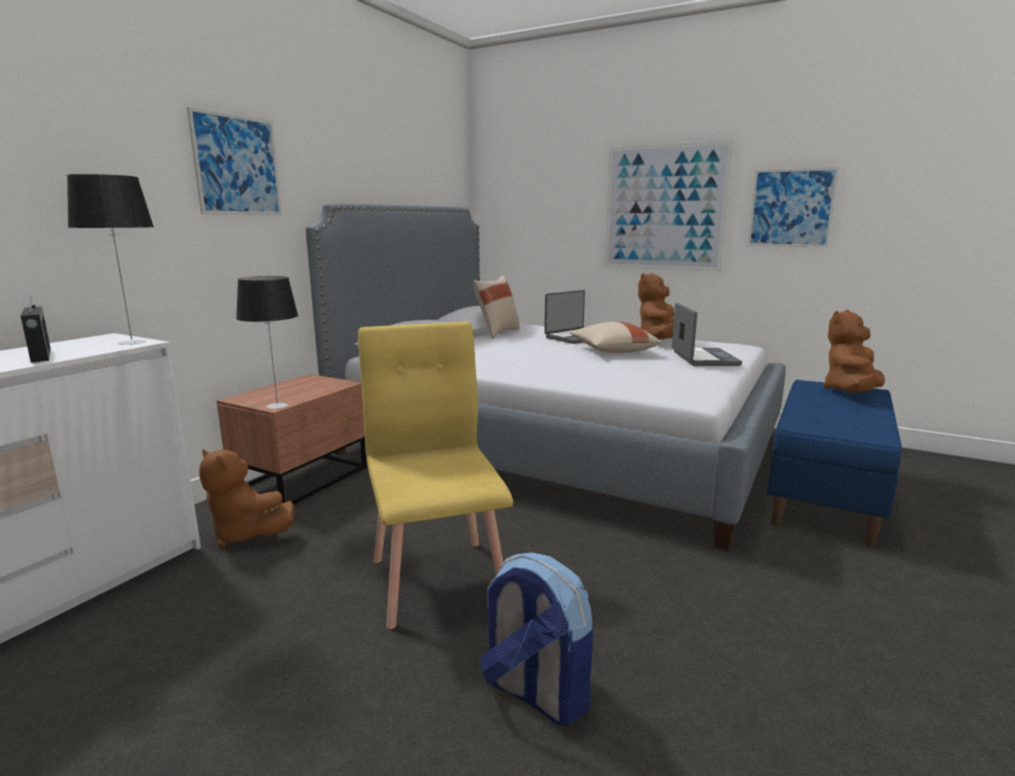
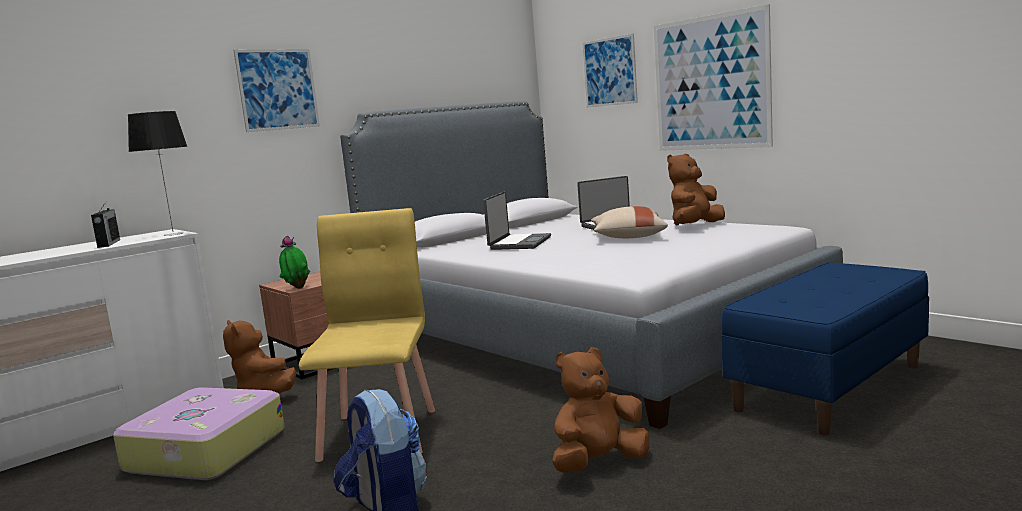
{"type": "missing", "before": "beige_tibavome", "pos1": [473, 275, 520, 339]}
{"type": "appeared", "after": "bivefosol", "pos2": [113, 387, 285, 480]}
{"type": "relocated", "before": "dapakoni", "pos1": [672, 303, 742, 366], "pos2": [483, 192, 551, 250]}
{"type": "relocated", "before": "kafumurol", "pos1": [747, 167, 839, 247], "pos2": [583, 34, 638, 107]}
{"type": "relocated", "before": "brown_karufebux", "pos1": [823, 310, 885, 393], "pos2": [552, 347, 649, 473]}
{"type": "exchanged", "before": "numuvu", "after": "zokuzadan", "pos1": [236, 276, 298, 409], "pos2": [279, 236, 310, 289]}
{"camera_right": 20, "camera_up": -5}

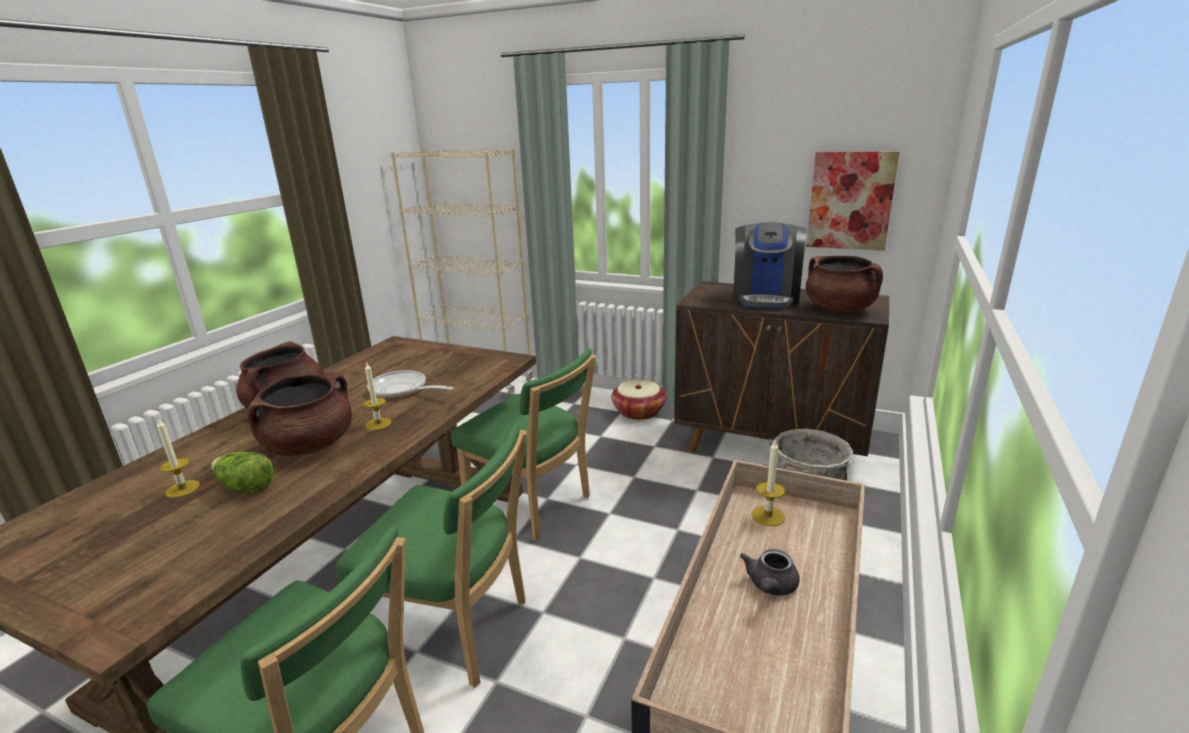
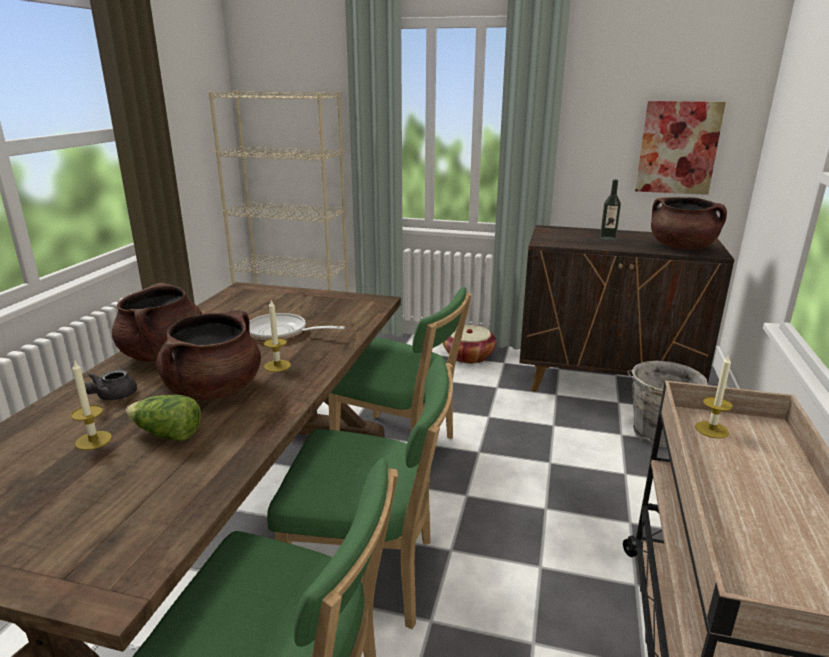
{"type": "relocated", "before": "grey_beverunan", "pos1": [740, 549, 800, 596], "pos2": [85, 369, 137, 400]}
{"type": "exchanged", "before": "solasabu", "after": "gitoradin", "pos1": [733, 222, 807, 309], "pos2": [600, 179, 621, 241]}
{"camera_right": -10, "camera_up": 0}

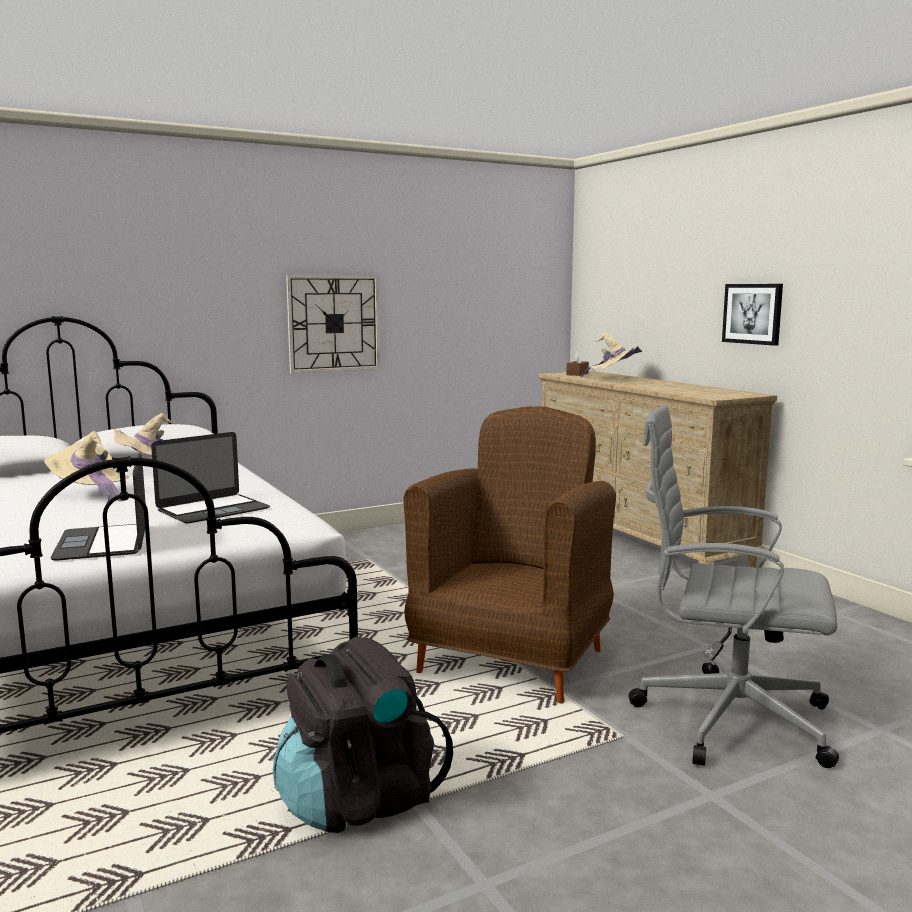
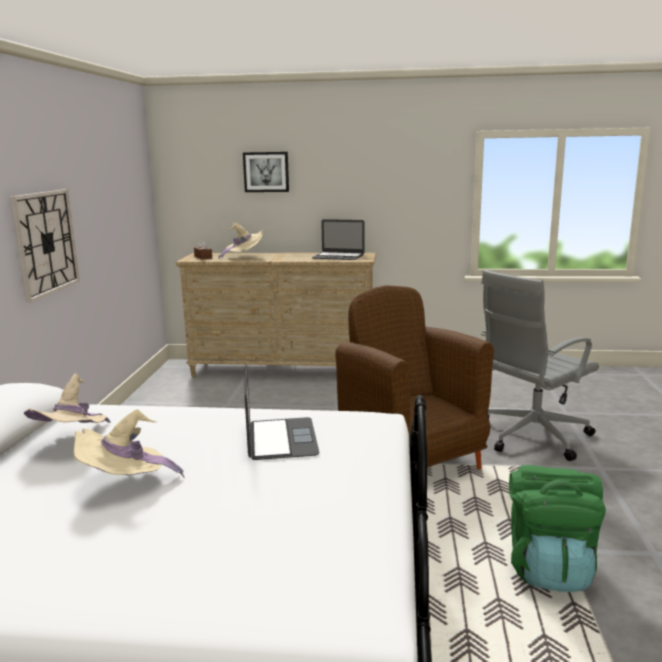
{"type": "relocated", "before": "dapakoni", "pos1": [50, 453, 146, 561], "pos2": [312, 219, 365, 260]}
{"type": "relocated", "before": "kafumurol", "pos1": [722, 284, 783, 346], "pos2": [243, 152, 289, 192]}
{"type": "colour", "before": "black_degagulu", "after": "green_degagulu", "pos1": [273, 637, 453, 833], "pos2": [509, 465, 606, 592]}
{"camera_right": -55, "camera_up": 5}

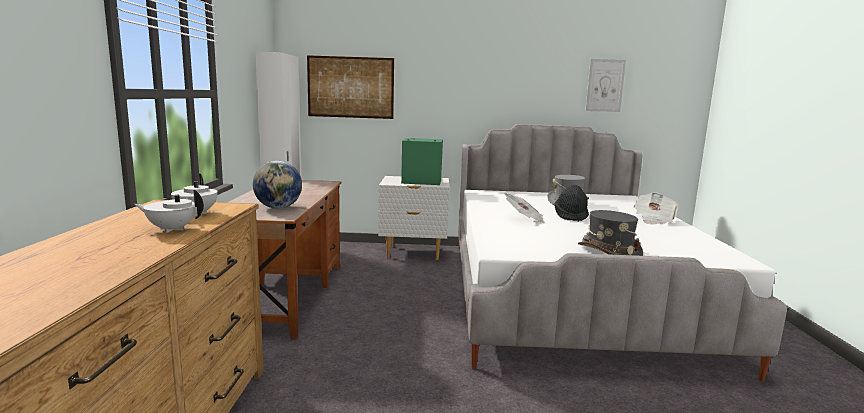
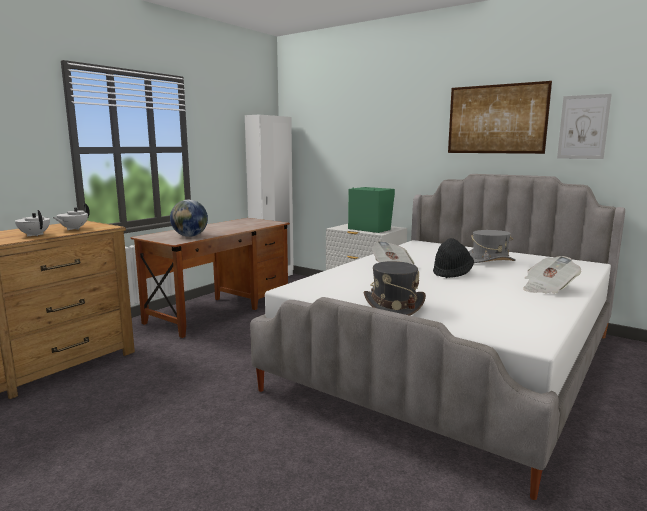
{"type": "relocated", "before": "kafumurol", "pos1": [307, 55, 394, 119], "pos2": [448, 81, 552, 154]}
{"camera_right": 35, "camera_up": 0}

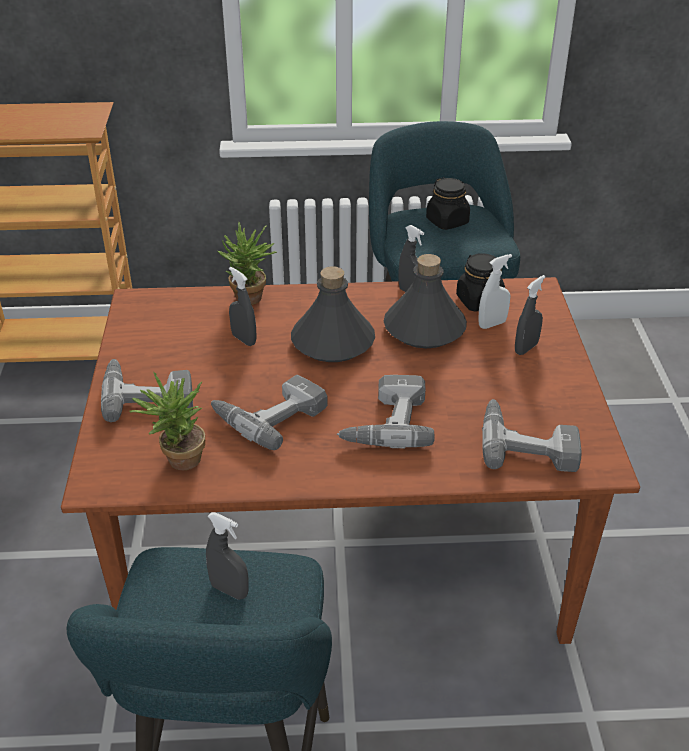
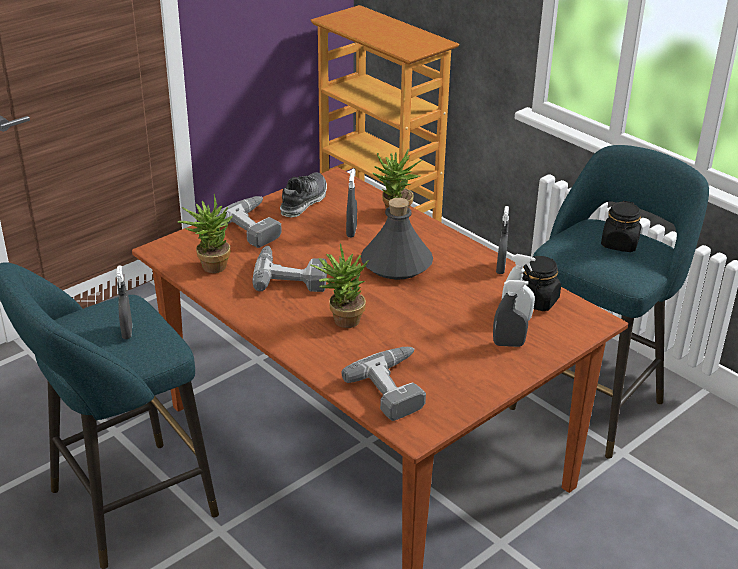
{"type": "missing", "before": "grey_gitoradin", "pos1": [384, 254, 467, 348]}
{"type": "appeared", "after": "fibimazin", "pos2": [280, 172, 327, 217]}
{"type": "exchanged", "before": "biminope", "after": "zokuzadan", "pos1": [337, 375, 435, 448], "pos2": [311, 244, 369, 328]}
{"camera_right": 50, "camera_up": -5}

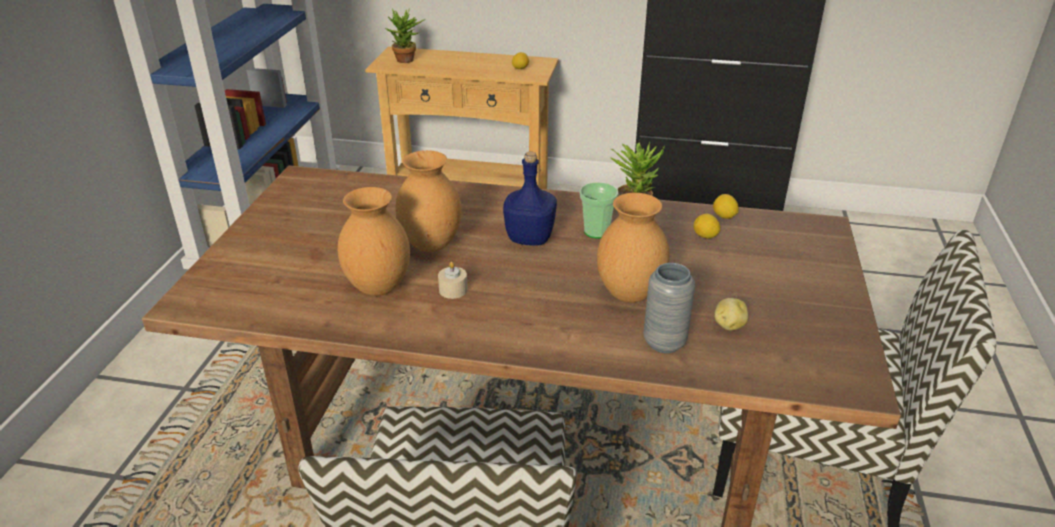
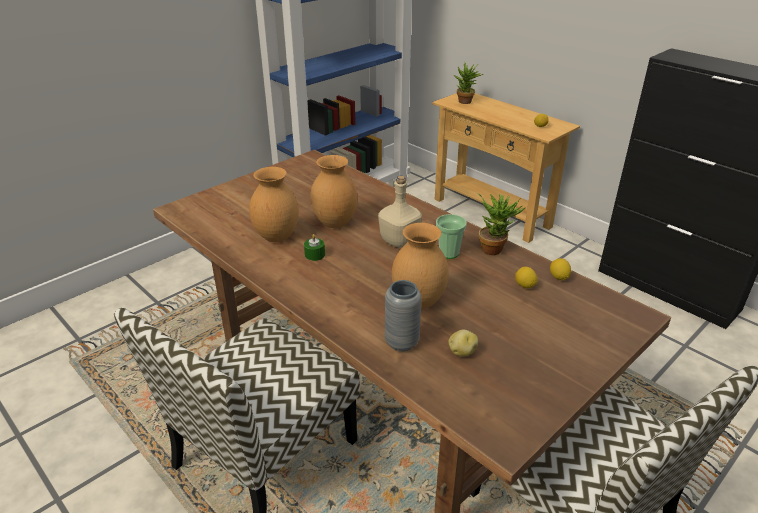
{"type": "colour", "before": "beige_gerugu", "after": "green_gerugu", "pos1": [438, 261, 468, 299], "pos2": [304, 234, 325, 261]}
{"type": "colour", "before": "blue_gitoradin", "after": "beige_gitoradin", "pos1": [503, 151, 557, 246], "pos2": [378, 176, 422, 248]}
{"camera_right": 35, "camera_up": 0}

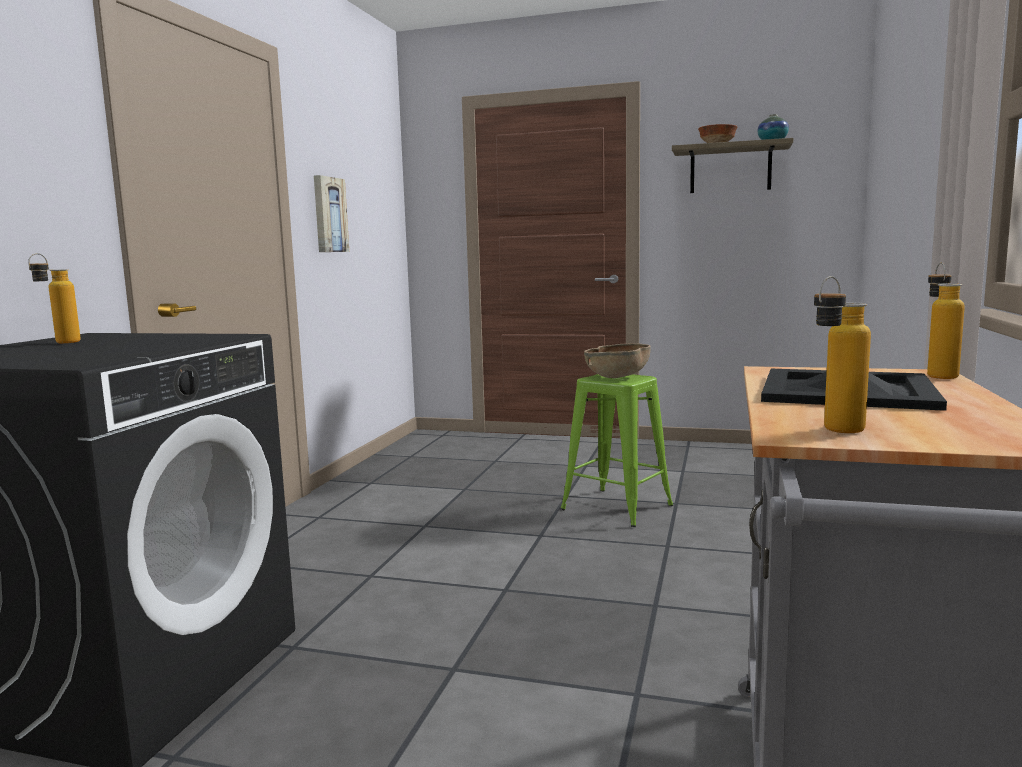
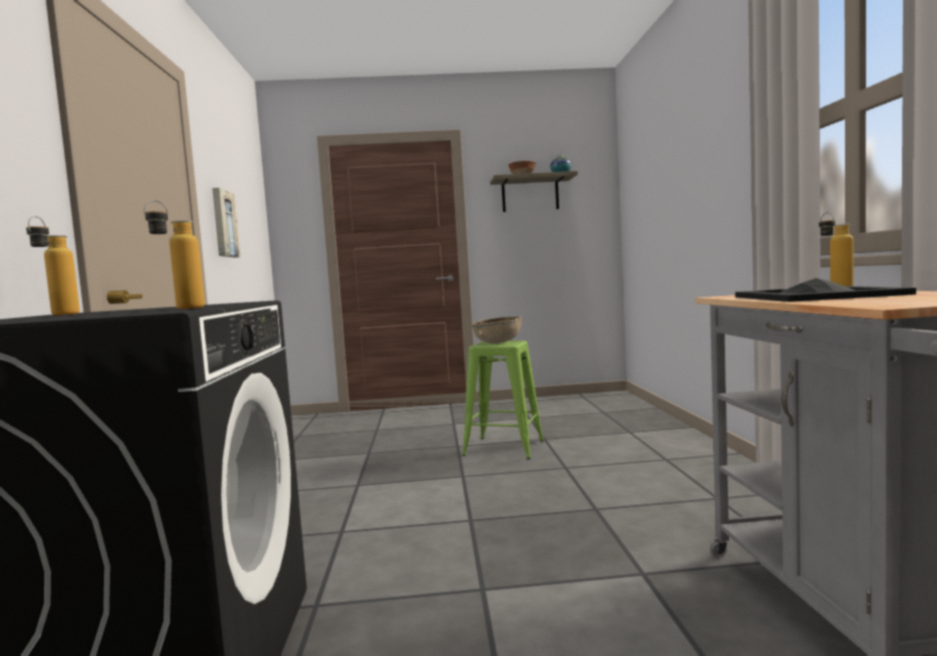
{"type": "relocated", "before": "gitoradin", "pos1": [814, 276, 871, 433], "pos2": [144, 200, 205, 309]}
{"camera_right": -20, "camera_up": -5}

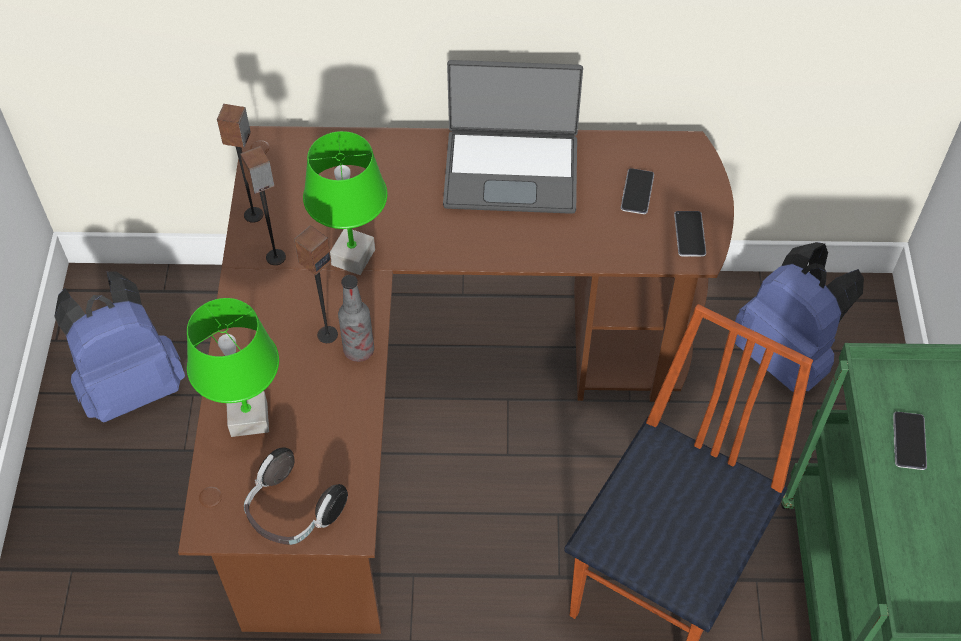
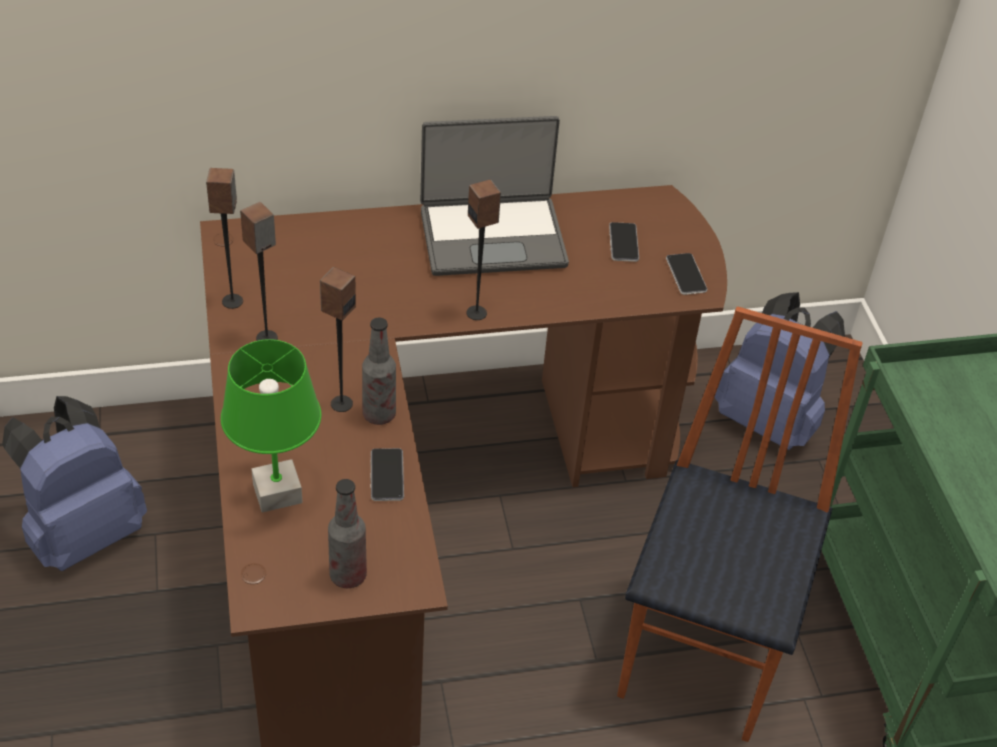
{"type": "missing", "before": "green_numuvu", "pos1": [303, 131, 387, 275]}
{"type": "appeared", "after": "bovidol", "pos2": [466, 180, 501, 320]}
{"type": "relocated", "before": "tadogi", "pos1": [893, 412, 927, 470], "pos2": [370, 448, 404, 501]}
{"type": "exchanged", "before": "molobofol", "after": "gitoradin", "pos1": [244, 447, 348, 545], "pos2": [328, 479, 367, 588]}
{"camera_right": -15, "camera_up": -10}

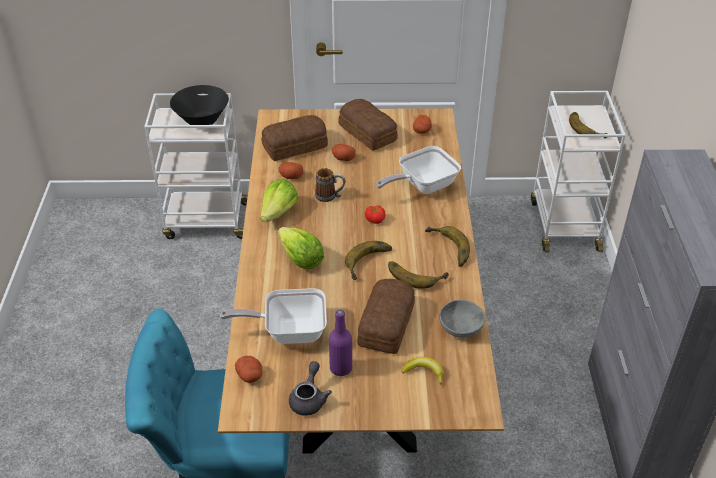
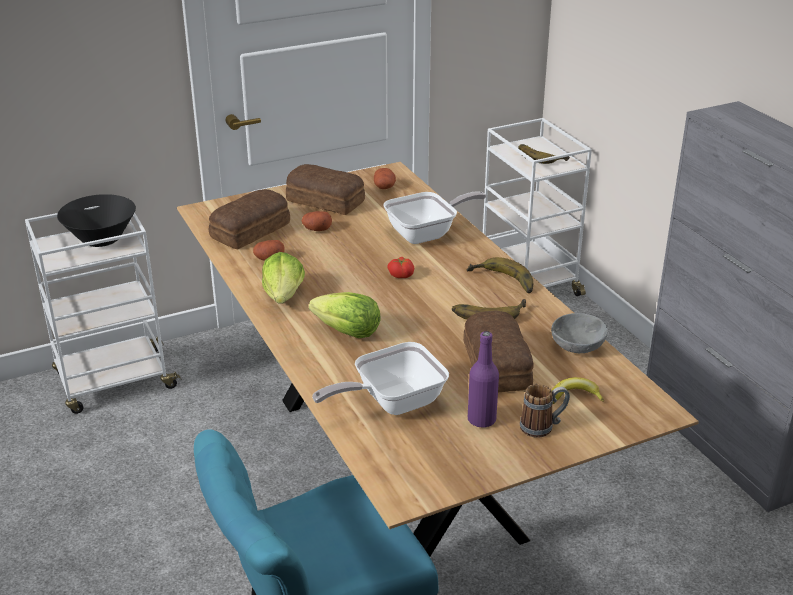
{"type": "missing", "before": "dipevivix", "pos1": [235, 356, 262, 383]}
{"type": "missing", "before": "grey_beverunan", "pos1": [289, 361, 332, 416]}
{"type": "missing", "before": "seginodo", "pos1": [345, 241, 392, 280]}
{"type": "relocated", "before": "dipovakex", "pos1": [315, 168, 345, 202], "pos2": [520, 384, 570, 438]}
{"type": "spun", "before": "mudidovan", "pos1": [376, 146, 461, 194], "pos2": [384, 191, 486, 244], "turn": -150}
{"camera_right": -25, "camera_up": -10}

